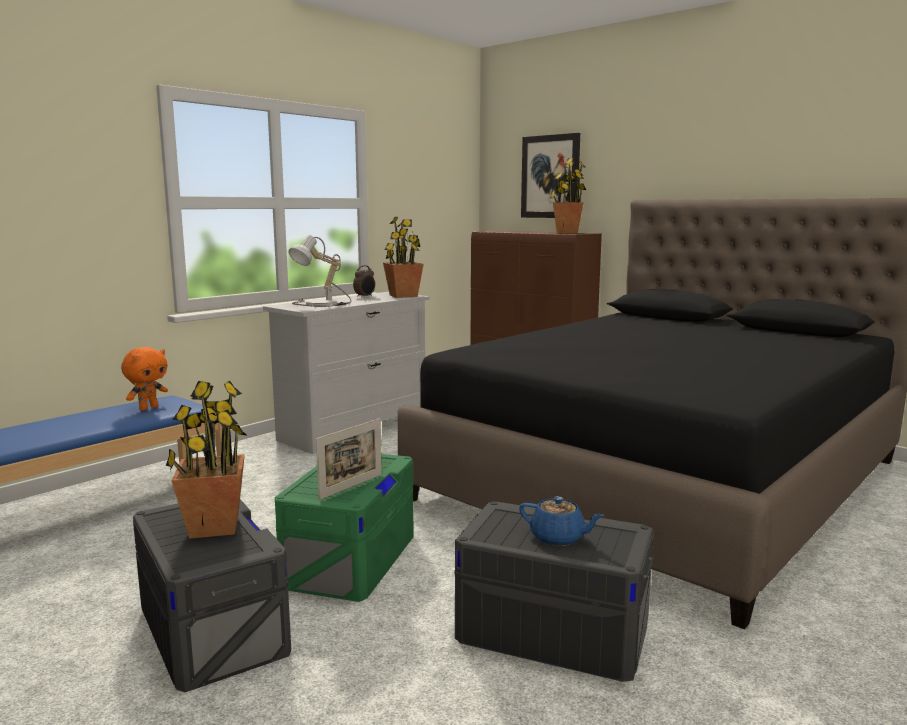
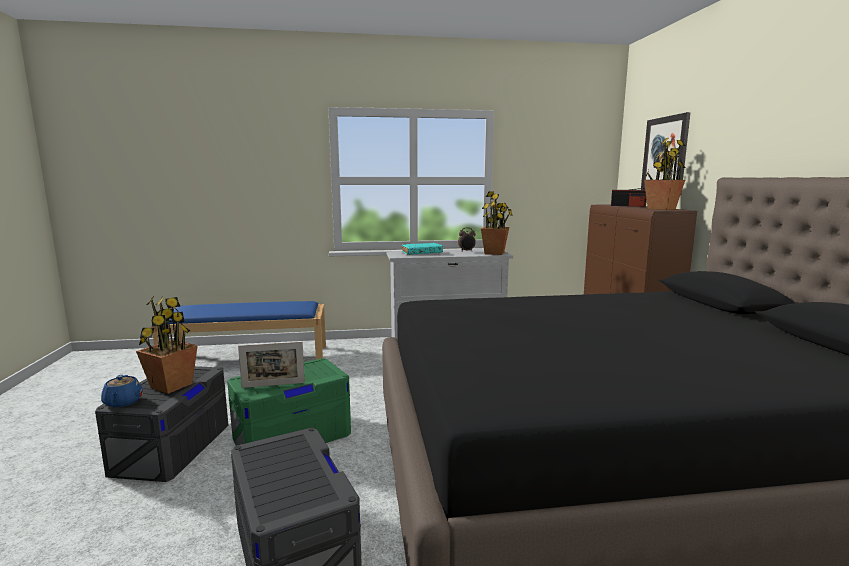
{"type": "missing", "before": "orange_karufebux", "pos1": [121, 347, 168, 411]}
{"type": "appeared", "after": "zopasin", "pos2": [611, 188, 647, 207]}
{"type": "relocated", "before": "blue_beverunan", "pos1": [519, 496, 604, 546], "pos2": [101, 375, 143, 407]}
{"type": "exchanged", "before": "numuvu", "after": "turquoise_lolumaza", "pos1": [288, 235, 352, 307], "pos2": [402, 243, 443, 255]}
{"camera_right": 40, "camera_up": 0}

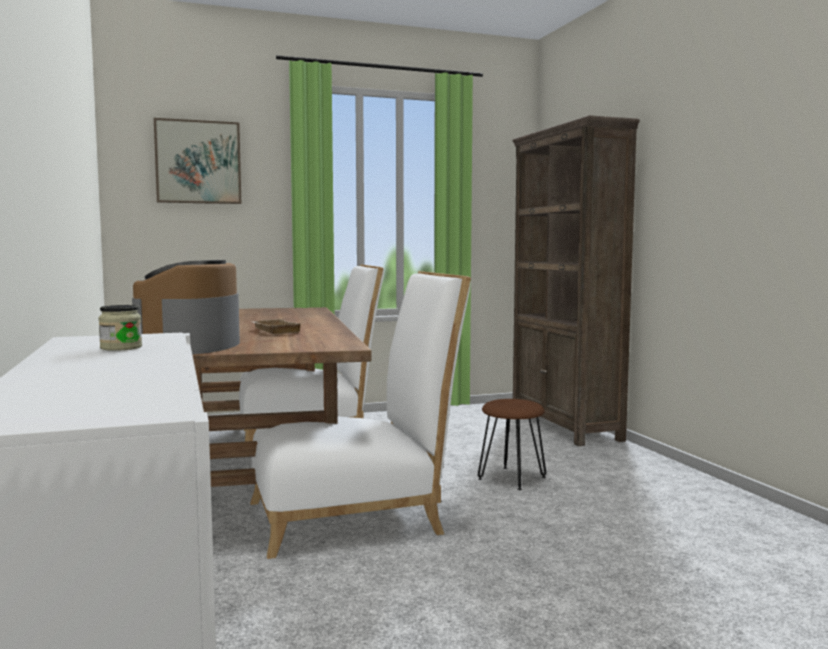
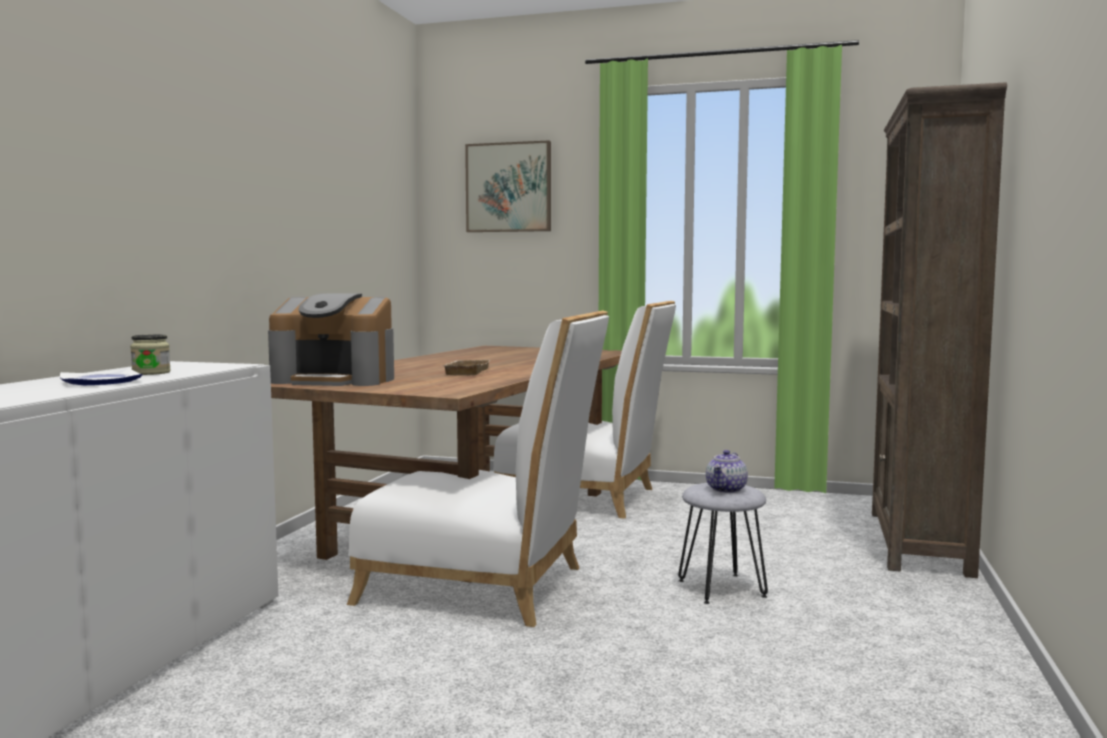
{"type": "appeared", "after": "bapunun", "pos2": [60, 368, 142, 385]}
{"type": "appeared", "after": "beverunan", "pos2": [706, 450, 748, 493]}
{"type": "colour", "before": "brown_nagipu", "after": "grey_nagipu", "pos1": [478, 399, 546, 490], "pos2": [678, 483, 768, 604]}
{"type": "spun", "before": "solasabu", "pos1": [132, 260, 240, 354], "pos2": [268, 293, 394, 386], "turn": -120}
{"camera_right": 35, "camera_up": 0}

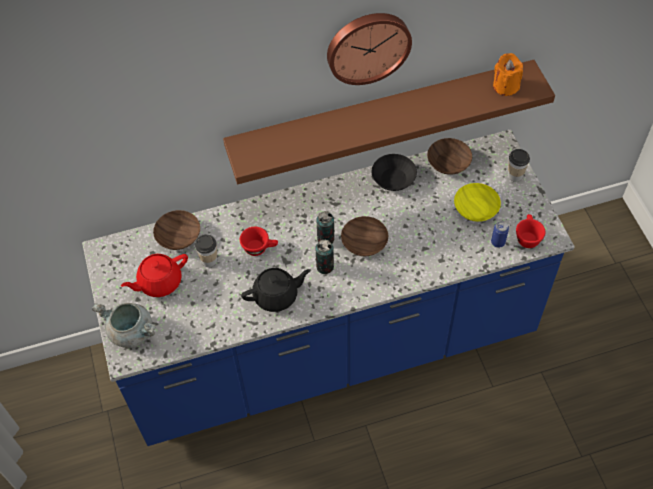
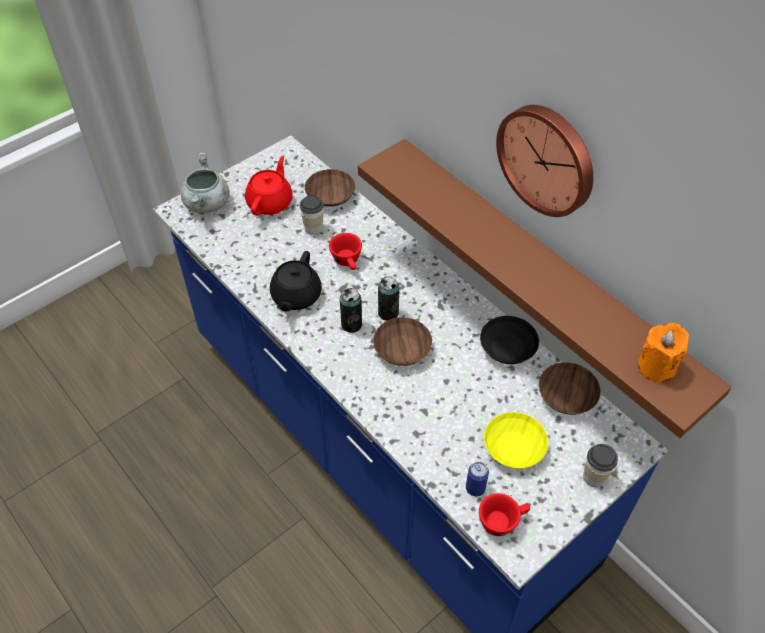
{"type": "spun", "before": "red_beverunan", "pos1": [121, 254, 188, 297], "pos2": [245, 156, 293, 215], "turn": 75}
{"type": "spun", "before": "black_beverunan", "pos1": [241, 268, 311, 312], "pos2": [270, 251, 322, 312], "turn": 60}
{"camera_right": 65, "camera_up": -5}

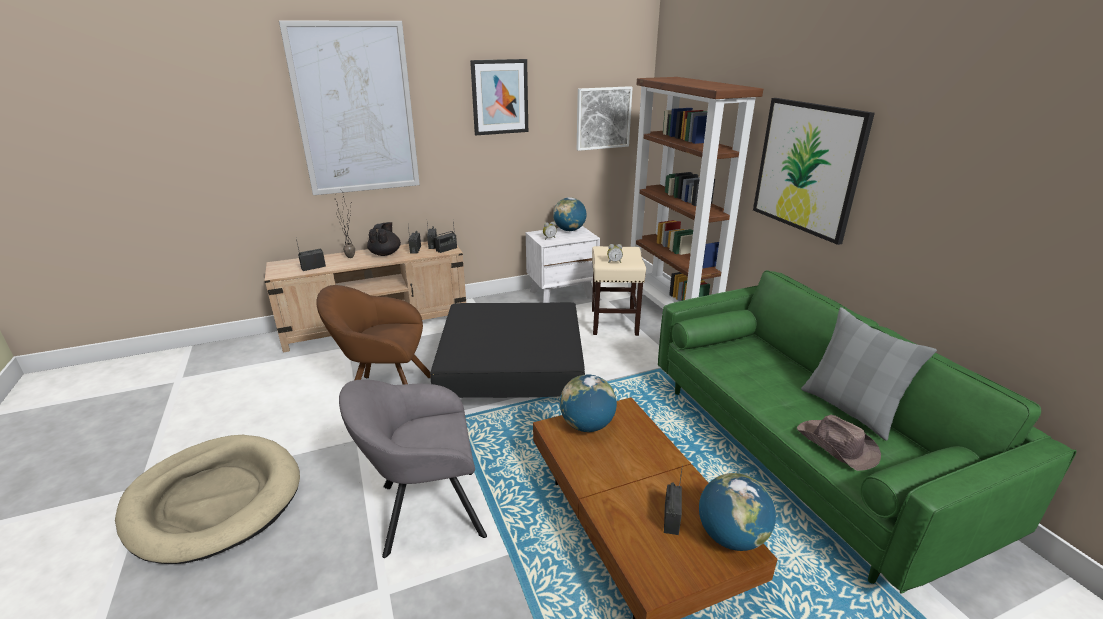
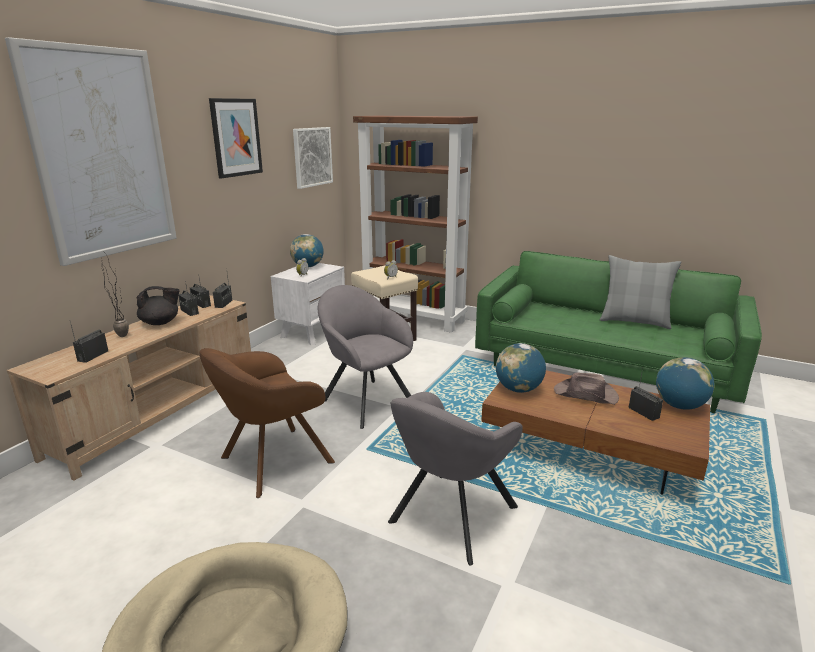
{"type": "missing", "before": "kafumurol", "pos1": [753, 98, 875, 245]}
{"type": "relocated", "before": "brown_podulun", "pos1": [796, 415, 881, 471], "pos2": [554, 372, 619, 405]}
{"type": "exchanged", "before": "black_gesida", "after": "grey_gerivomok", "pos1": [430, 302, 585, 398], "pos2": [317, 285, 413, 429]}
{"type": "spun", "before": "black_beverunan", "pos1": [367, 222, 401, 256], "pos2": [137, 286, 180, 325], "turn": 105}
{"camera_right": -40, "camera_up": -5}

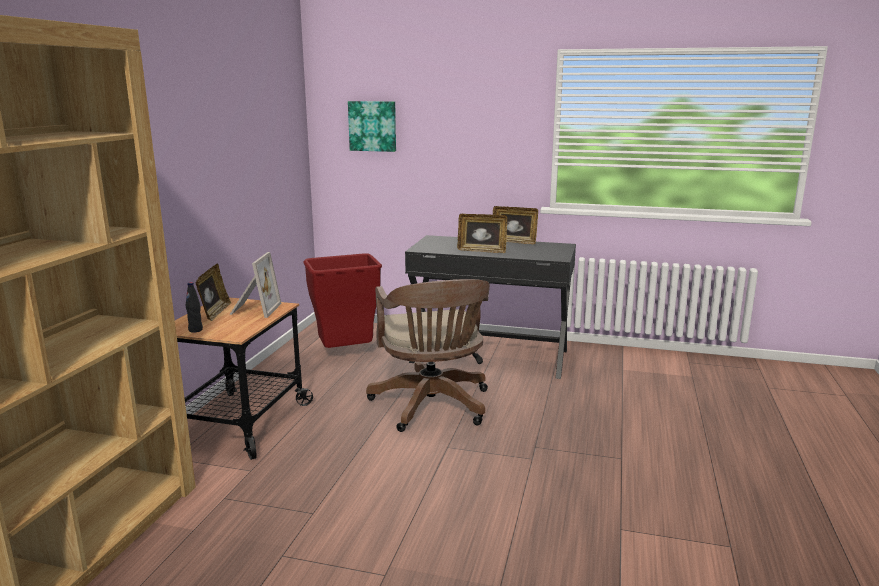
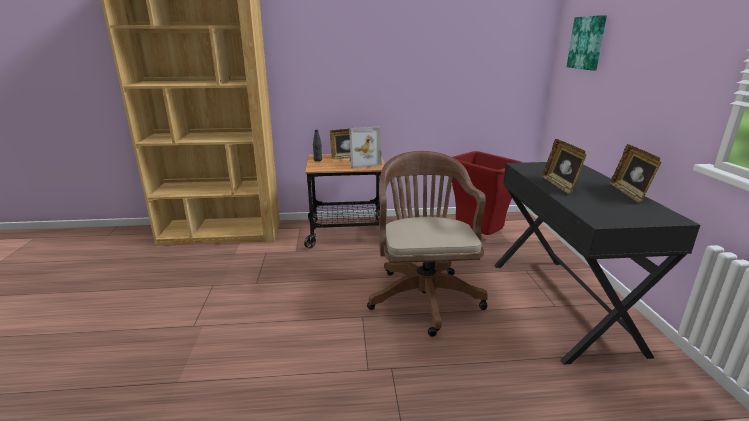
{"type": "spun", "before": "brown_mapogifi", "pos1": [366, 279, 490, 432], "pos2": [367, 151, 488, 337], "turn": 120}
{"camera_right": 70, "camera_up": 5}

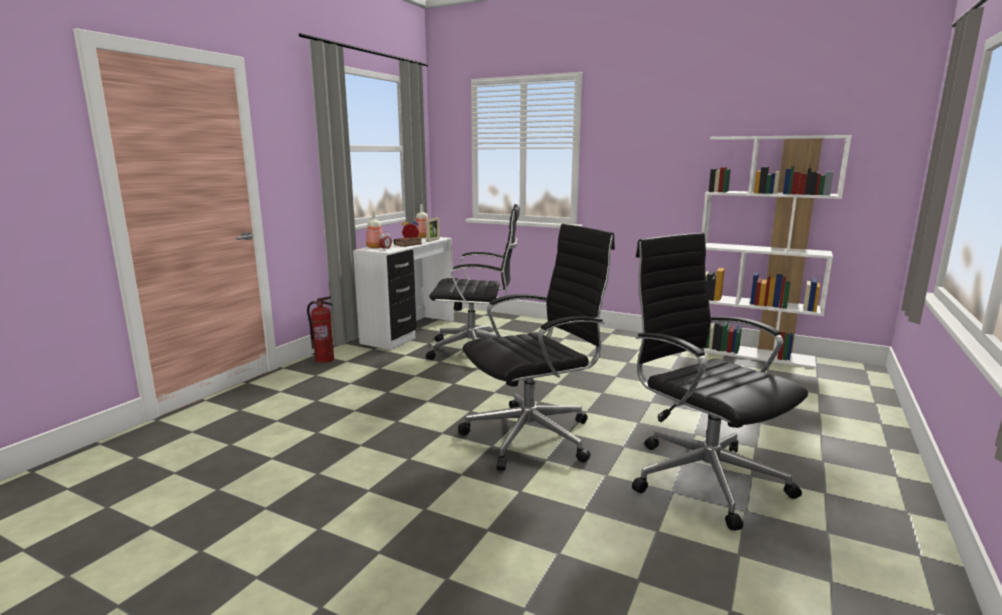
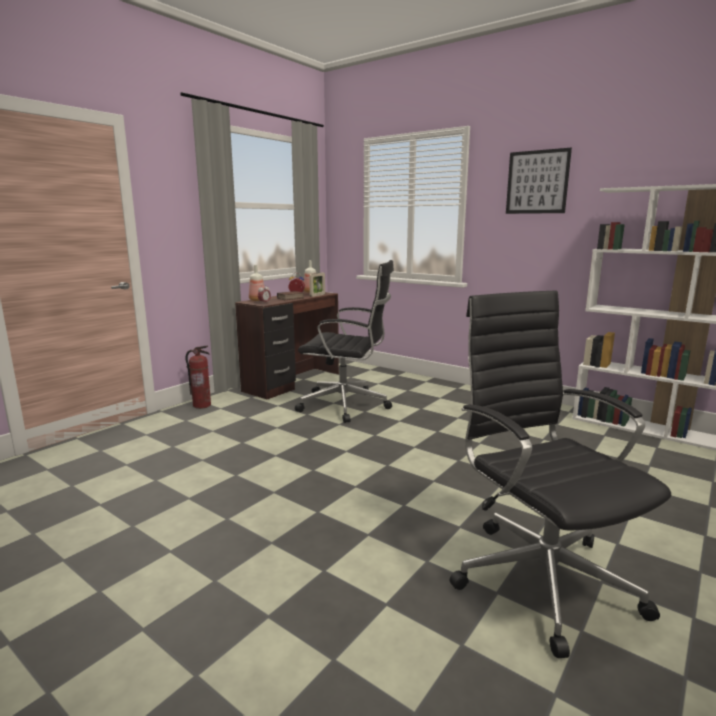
{"type": "missing", "before": "black_mapogifi", "pos1": [458, 224, 615, 471]}
{"type": "appeared", "after": "kafumurol", "pos2": [506, 148, 572, 214]}
{"type": "colour", "before": "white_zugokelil", "after": "brown_zugokelil", "pos1": [353, 237, 454, 350], "pos2": [235, 291, 339, 400]}
{"camera_right": 10, "camera_up": 0}

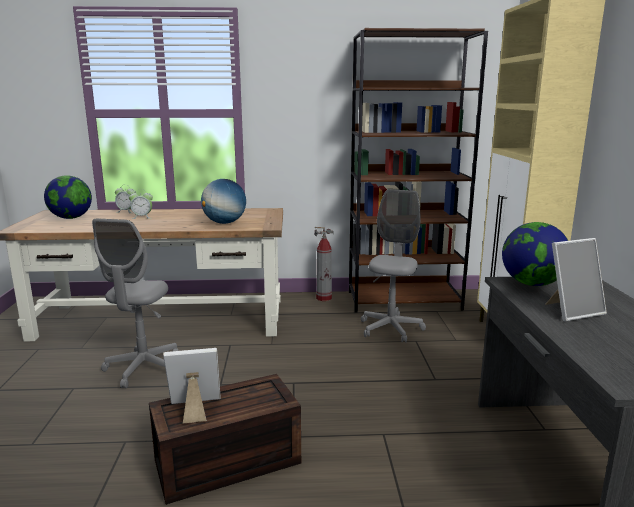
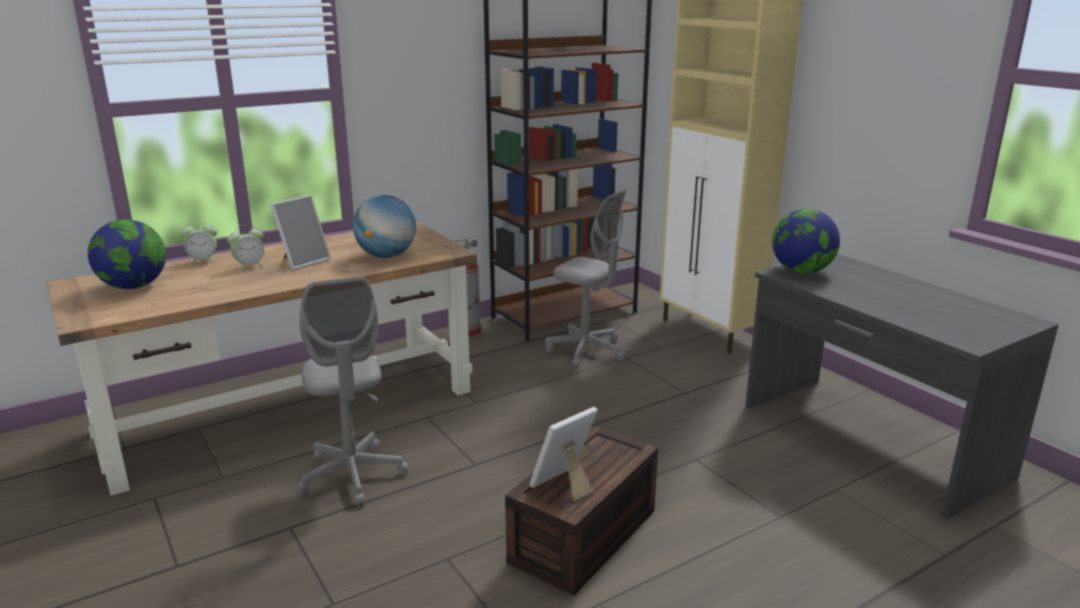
{"type": "relocated", "before": "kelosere", "pos1": [546, 238, 607, 321], "pos2": [270, 195, 331, 270]}
{"type": "spun", "before": "grey_mapogifi", "pos1": [361, 189, 426, 343], "pos2": [545, 189, 627, 368], "turn": 135}
{"camera_right": -30, "camera_up": 5}

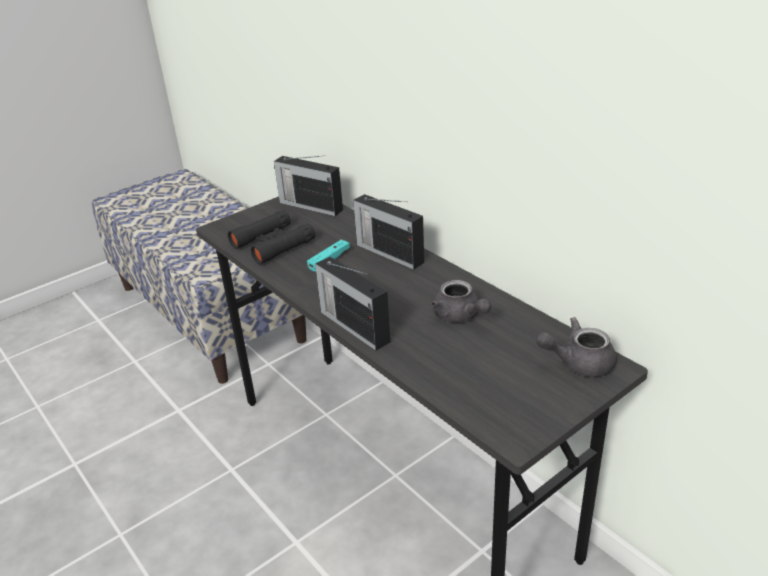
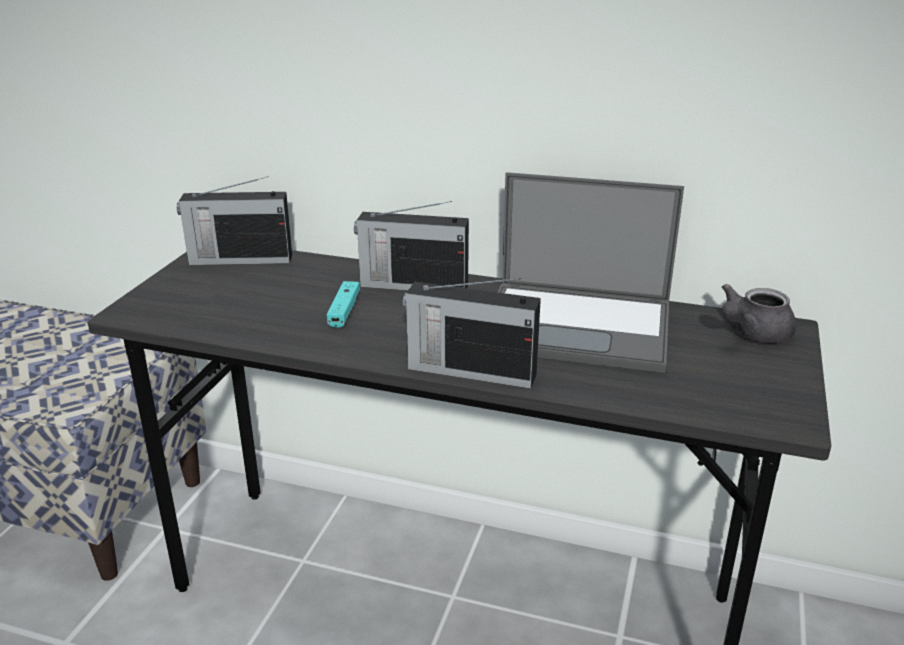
{"type": "missing", "before": "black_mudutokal", "pos1": [228, 210, 315, 265]}
{"type": "exchanged", "before": "grey_beverunan", "after": "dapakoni", "pos1": [431, 280, 491, 323], "pos2": [498, 172, 684, 373]}
{"camera_right": -35, "camera_up": -5}

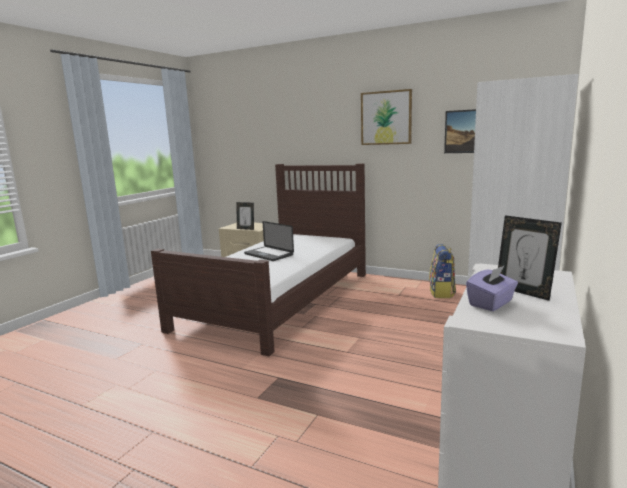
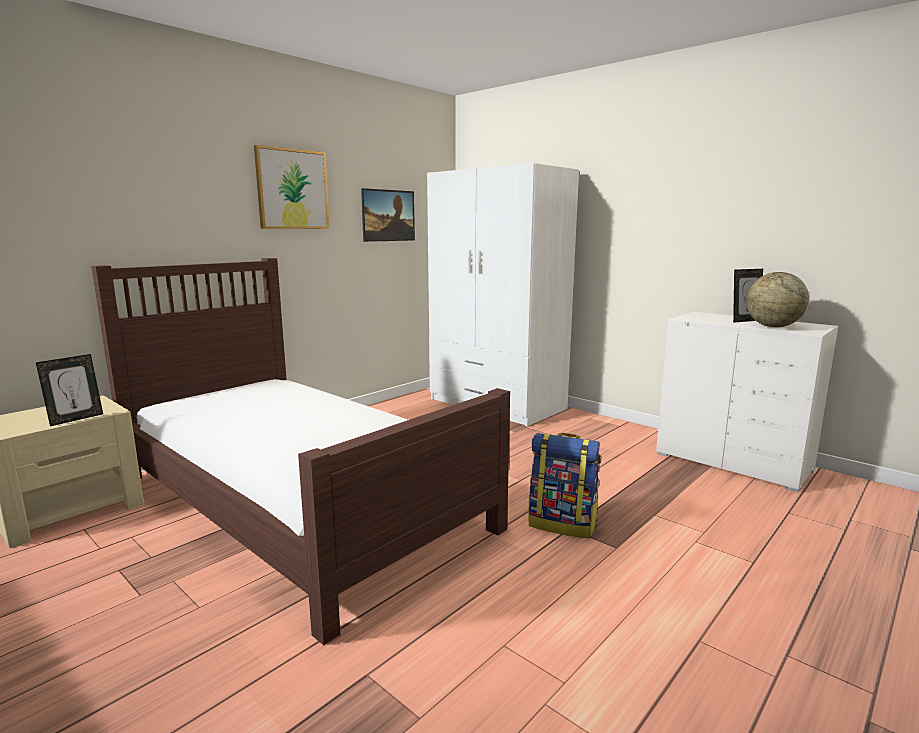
{"type": "missing", "before": "dapakoni", "pos1": [244, 221, 294, 261]}
{"type": "relocated", "before": "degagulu", "pos1": [429, 244, 456, 298], "pos2": [529, 433, 601, 538]}
{"type": "exchanged", "before": "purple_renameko", "after": "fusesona", "pos1": [466, 265, 518, 311], "pos2": [746, 272, 809, 327]}
{"camera_right": -75, "camera_up": 0}

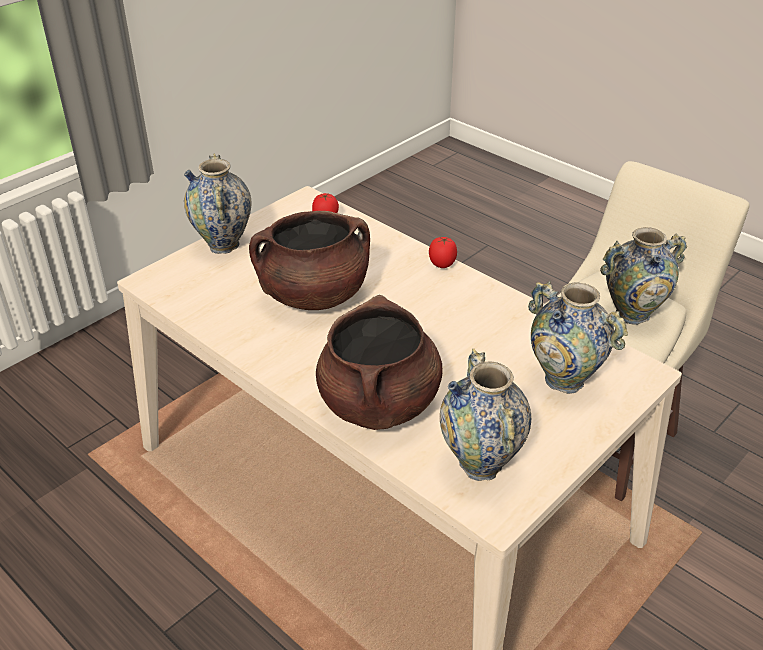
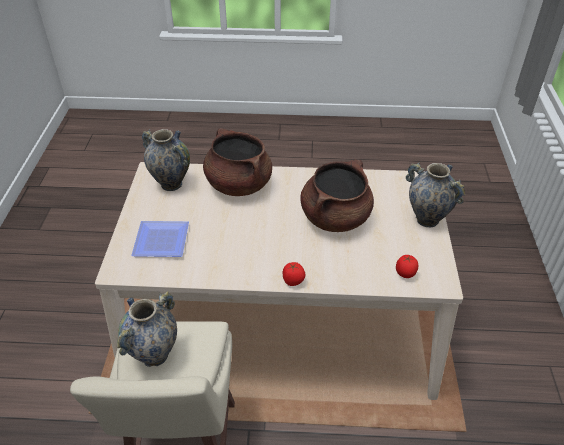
{"type": "exchanged", "before": "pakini", "after": "bapunun", "pos1": [528, 281, 628, 394], "pos2": [131, 221, 189, 257]}
{"camera_right": 140, "camera_up": 5}

